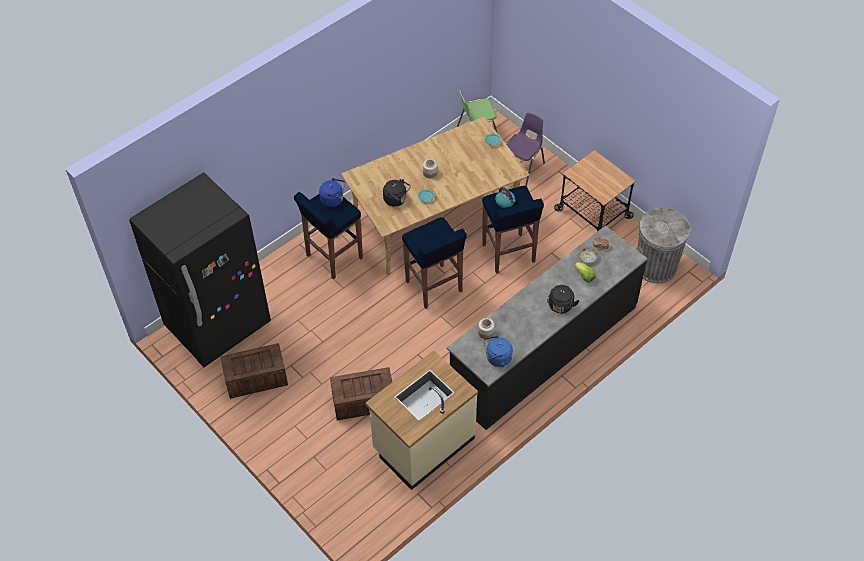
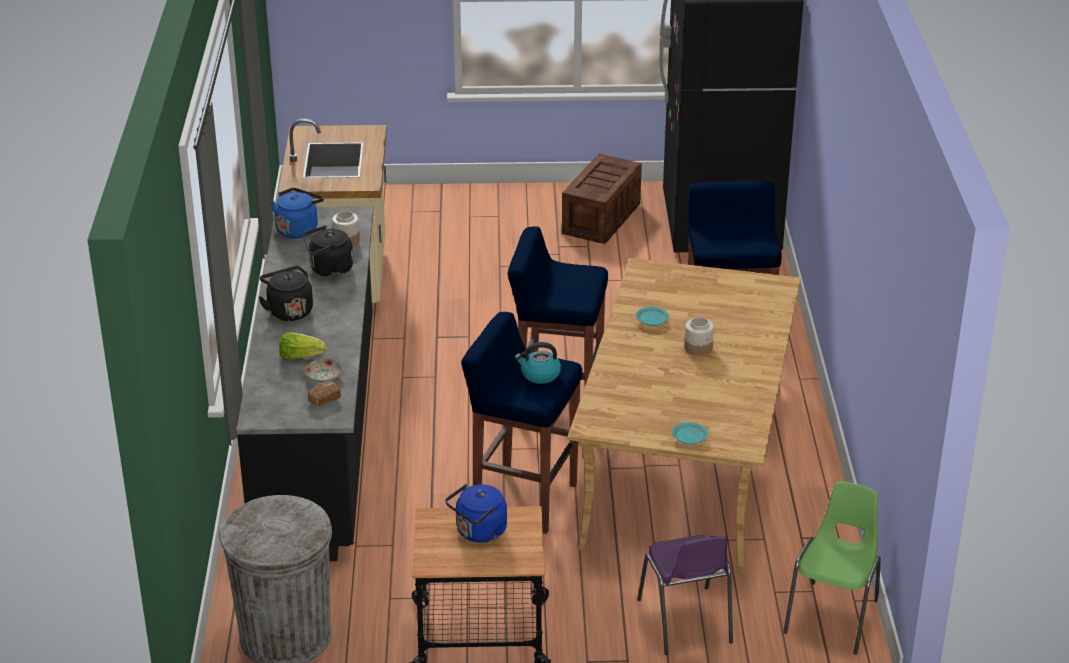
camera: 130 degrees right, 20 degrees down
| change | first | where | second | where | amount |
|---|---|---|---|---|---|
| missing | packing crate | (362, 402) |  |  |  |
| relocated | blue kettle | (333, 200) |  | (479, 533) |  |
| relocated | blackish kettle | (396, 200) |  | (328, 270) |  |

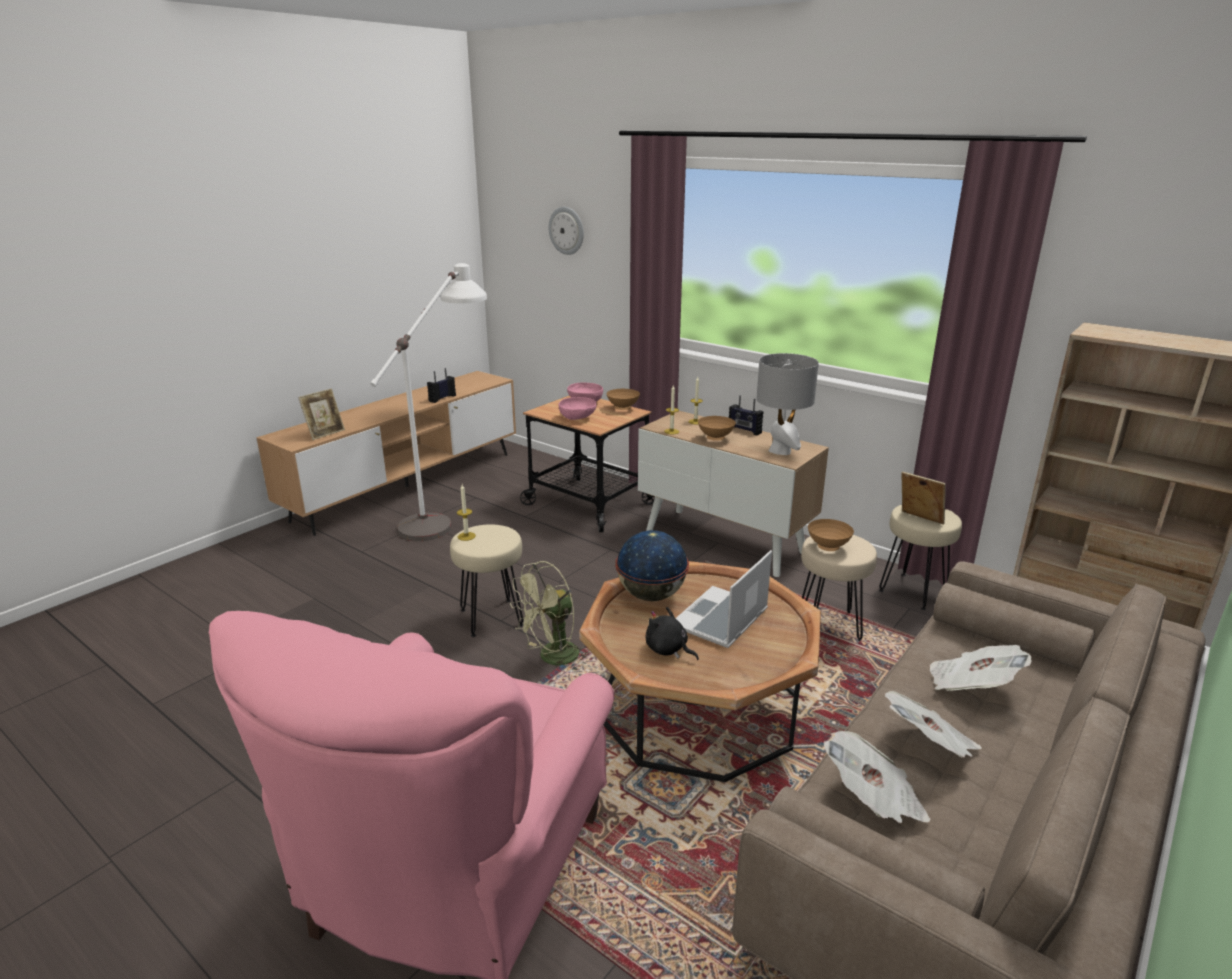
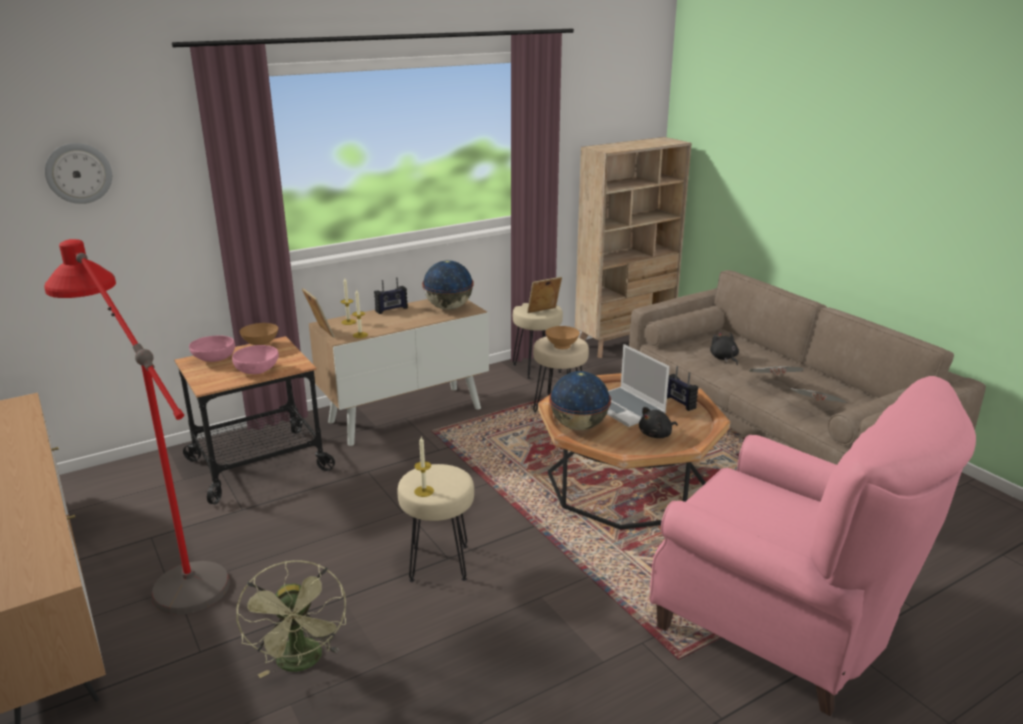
camera: 70 degrees left, 0 degrees up
| change | first | where | second | where | amount |
|---|---|---|---|---|---|
| missing | brown serving bowl | (716, 439) |  |  |  |
| relocated | picture frame | (325, 433) |  | (320, 332) |  |
| relocated | radio set | (442, 398) |  | (679, 403) |  |
| relocated | green-coloured fan | (552, 659) |  | (302, 663) |  |
| exchanged | greyish tabletop lamp | (780, 451) | globe | (448, 308) |  |
| exchanged | daily paper | (971, 686) | blackish cuddly toy | (724, 358) |  |
| colour | whitish standing lamp | (448, 512) | reddish standing lamp | (168, 564) |  |

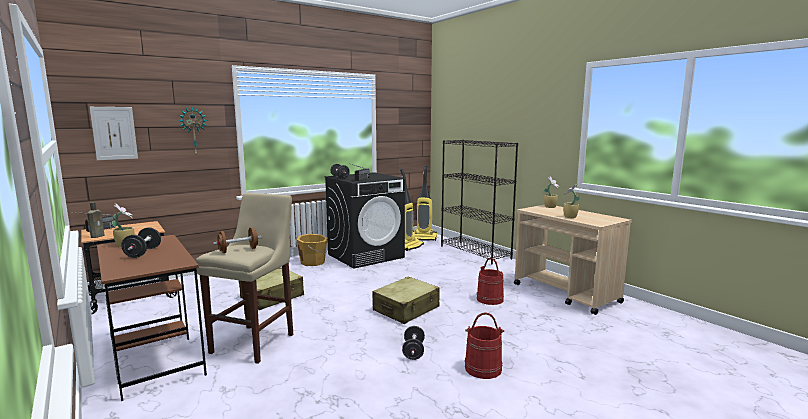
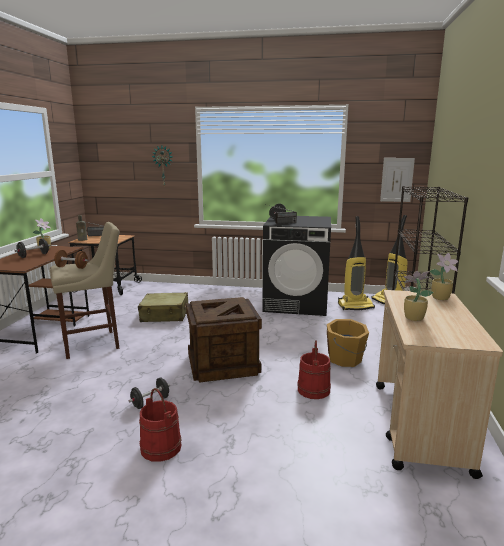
camera: 45 degrees right, 5 degrees up
| change | first | where | second | where | amount |
|---|---|---|---|---|---|
| relocated | wall picture | (114, 133) |  | (397, 180) |  |
| relocated | orangey pail | (313, 262) |  | (345, 359) |  |
| exchanged | beige-coloured suitcase | (406, 309) | packing crate | (223, 364) |  |

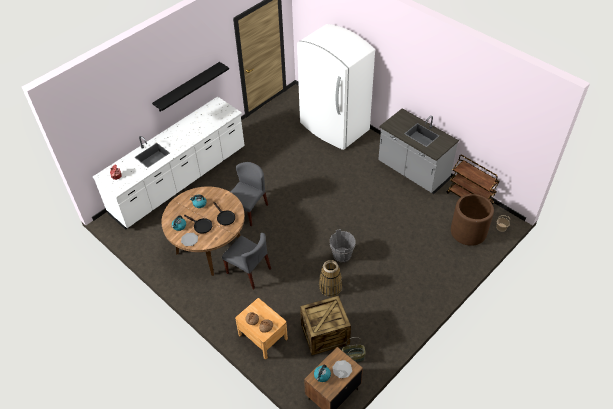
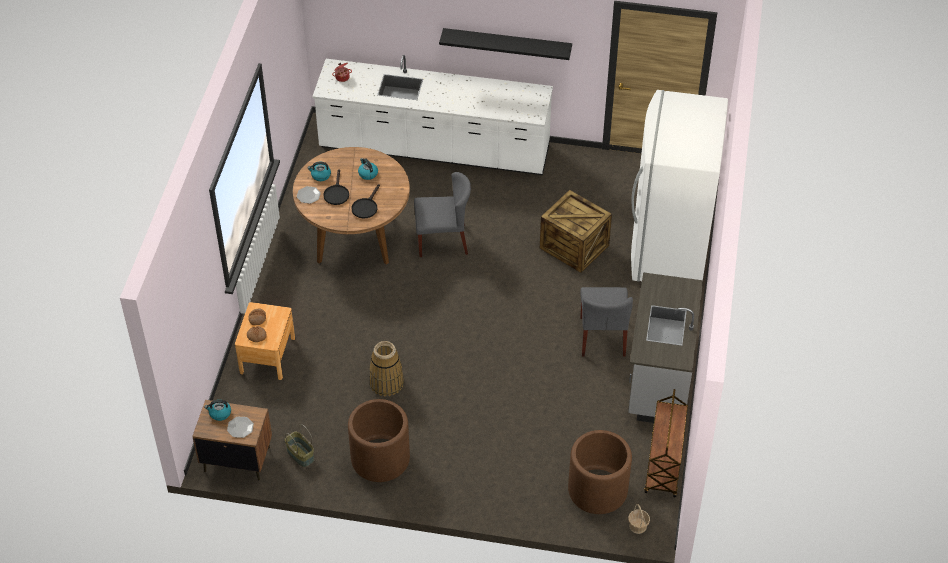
camera: 55 degrees right, 0 degrees up
| change | first | where | second | where | amount |
|---|---|---|---|---|---|
| missing | greyish pail | (342, 255) |  |  |  |
| appeared |  |  | brown flower pot | (380, 458) |  |
| relocated | greyish upright chair | (249, 271) |  | (602, 337) |  |
| relocated | packing crate | (325, 333) |  | (575, 246) |  |

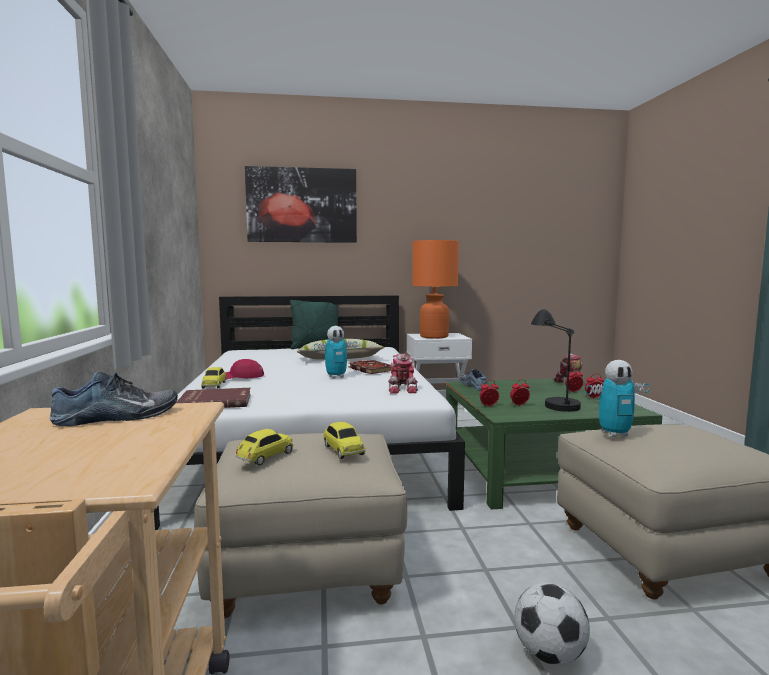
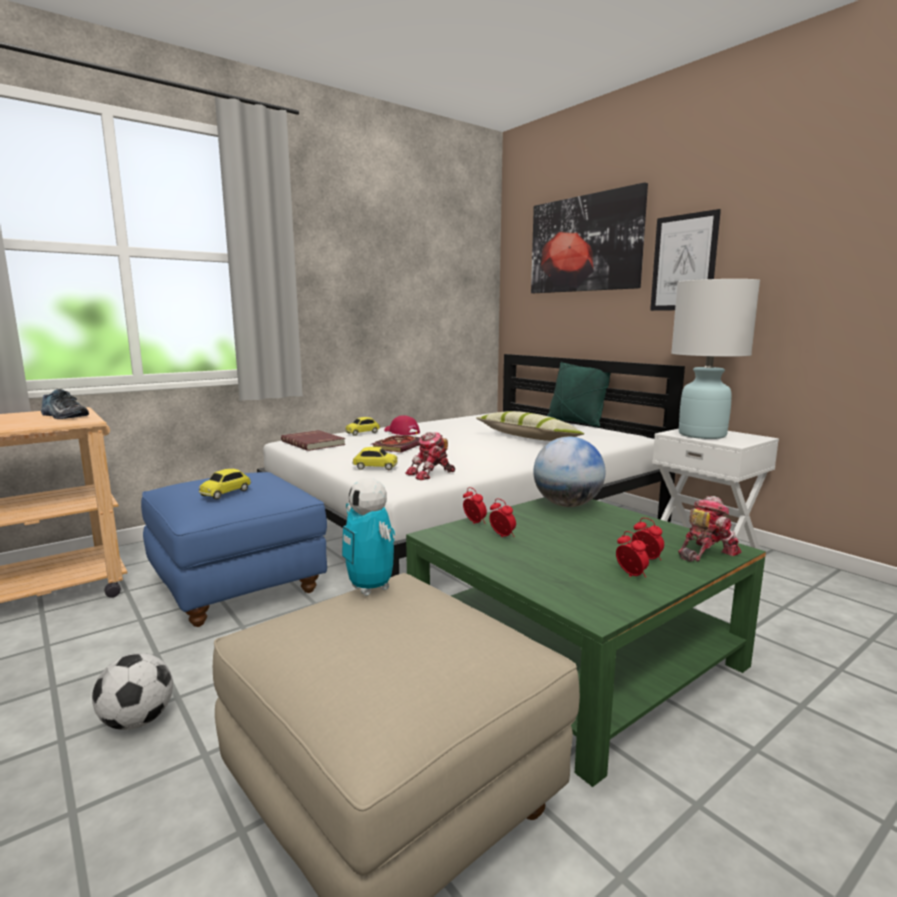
camera: 60 degrees right, 5 degrees up
| change | first | where | second | where | amount |
|---|---|---|---|---|---|
| missing | model robot | (336, 377) |  |  |  |
| missing | blackish tabletop lamp | (552, 399) |  |  |  |
| appeared |  |  | wall picture | (684, 263) |  |
| relocated | toy car | (265, 457) |  | (375, 467) |  |
| relocated | bound book | (370, 369) |  | (398, 446) |  |
| exchanged | item of footwear | (475, 386) | globe | (567, 505) |  |
| colour | beige-coloured footrest | (308, 567) | blue footrest | (238, 585) |  |
| colour | orangey tabletop lamp | (434, 336) | whitish tabletop lamp | (701, 435) |  |

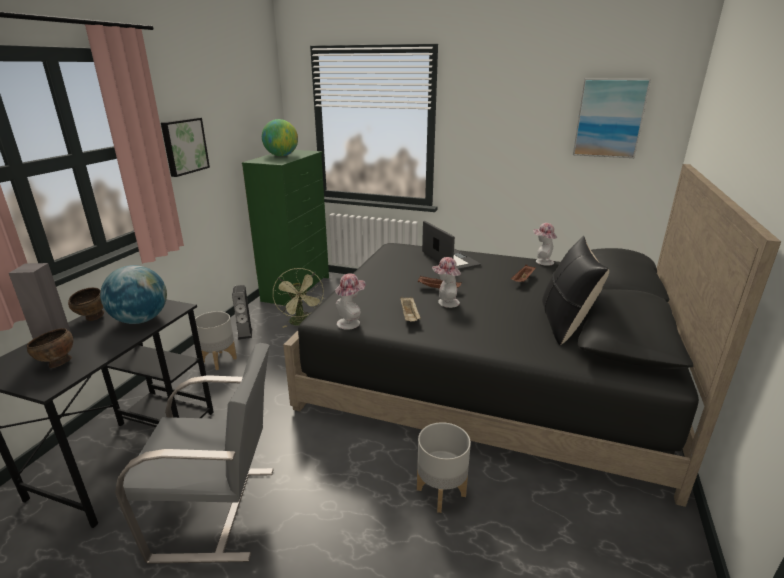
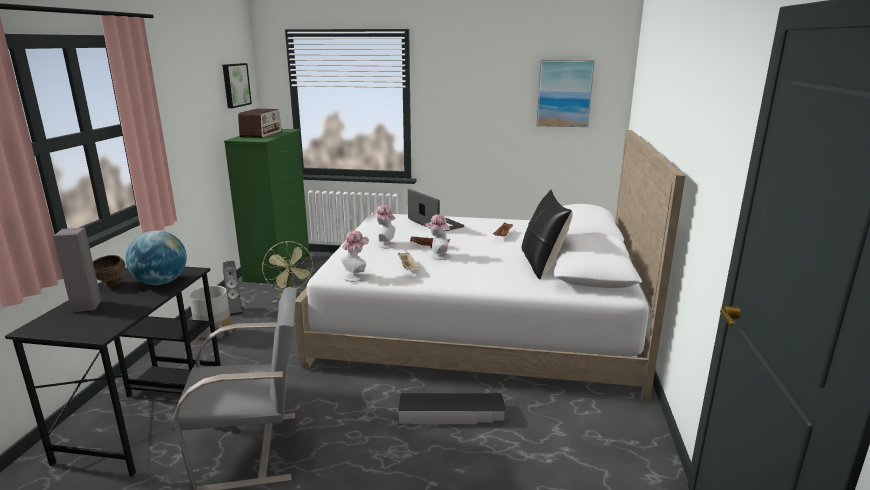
camera: 10 degrees left, 5 degrees down
| change | first | where | second | where | amount |
|---|---|---|---|---|---|
| missing | brown serving bowl | (57, 364) |  |  |  |
| relocated | wall picture | (184, 146) |  | (235, 85) |  |
| relocated | wearable hat | (542, 261) |  | (385, 245) |  |
| exchanged | globe | (281, 156) | radio set | (261, 134) |  |
| exchanged | greyish flower pot | (441, 492) | blackish storage container | (451, 414) |  |
| colour | blackish bed | (487, 374) | whitish bed | (478, 325) |  |

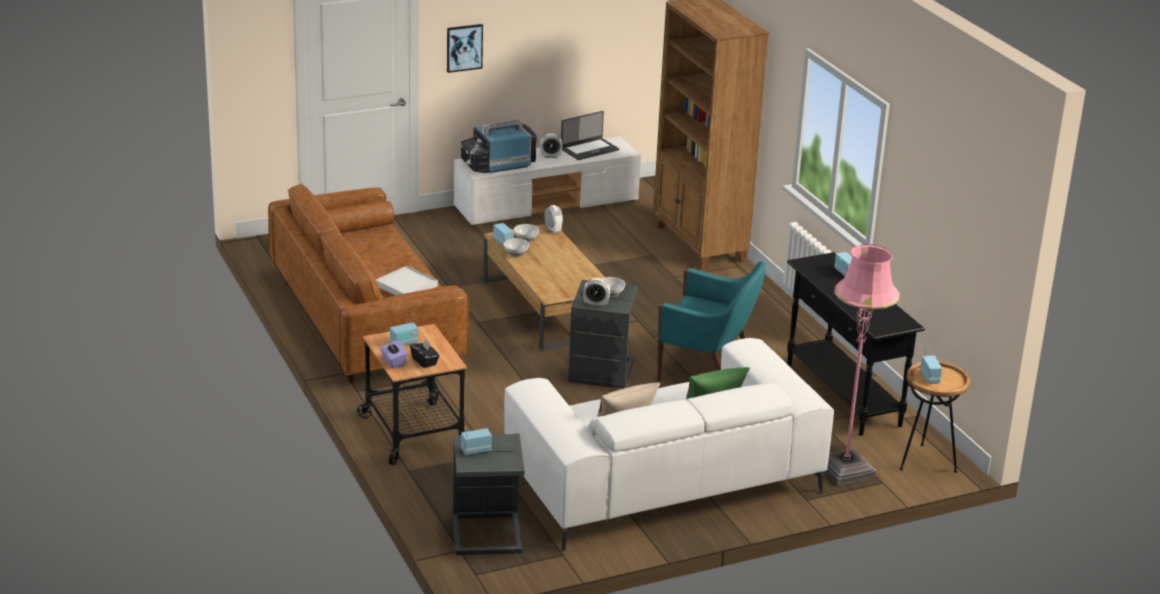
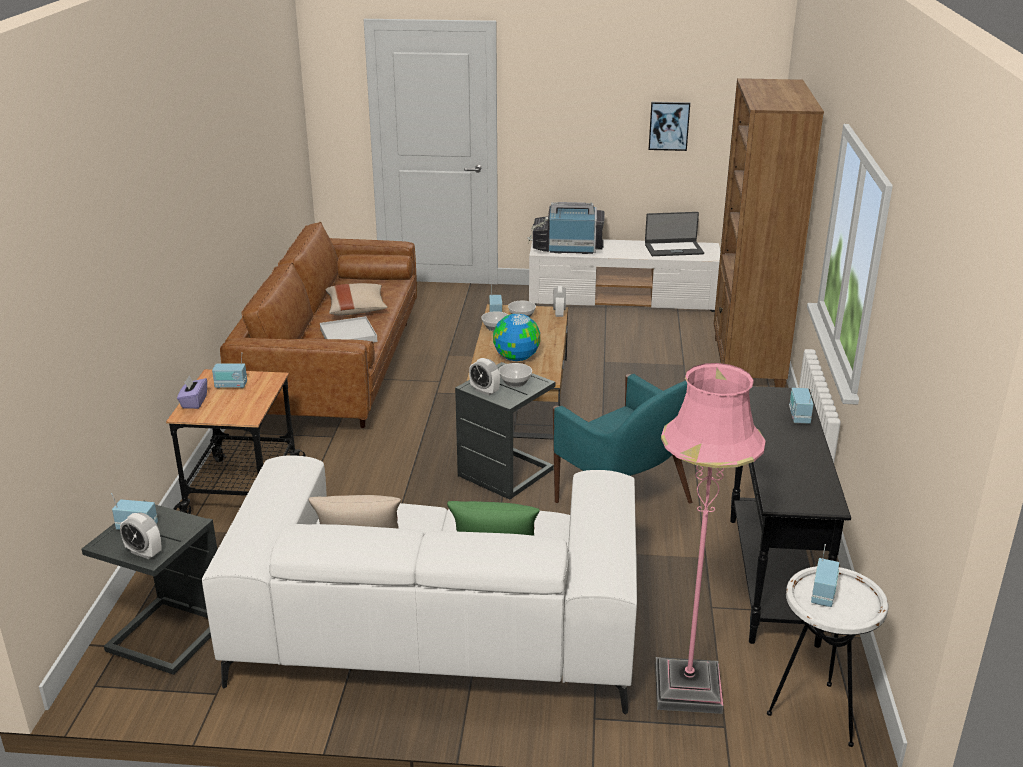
camera: 30 degrees right, 0 degrees up
| change | first | where | second | where | amount |
|---|---|---|---|---|---|
| missing | blackish tissue holder | (424, 361) |  |  |  |
| appeared |  |  | beige-coloured throw pillow | (356, 309) |  |
| appeared |  |  | globe | (516, 358) |  |
| relocated | wall picture | (464, 47) |  | (669, 125) |  |
| relocated | table clock | (550, 156) |  | (144, 552) |  |
| colour | brown accent table | (926, 462) | whitish accent table | (816, 713) |  |

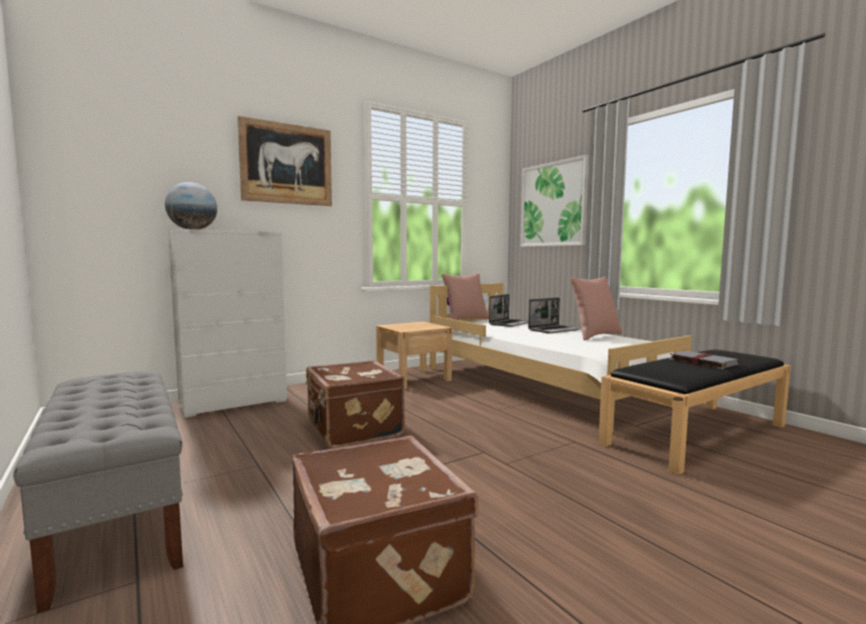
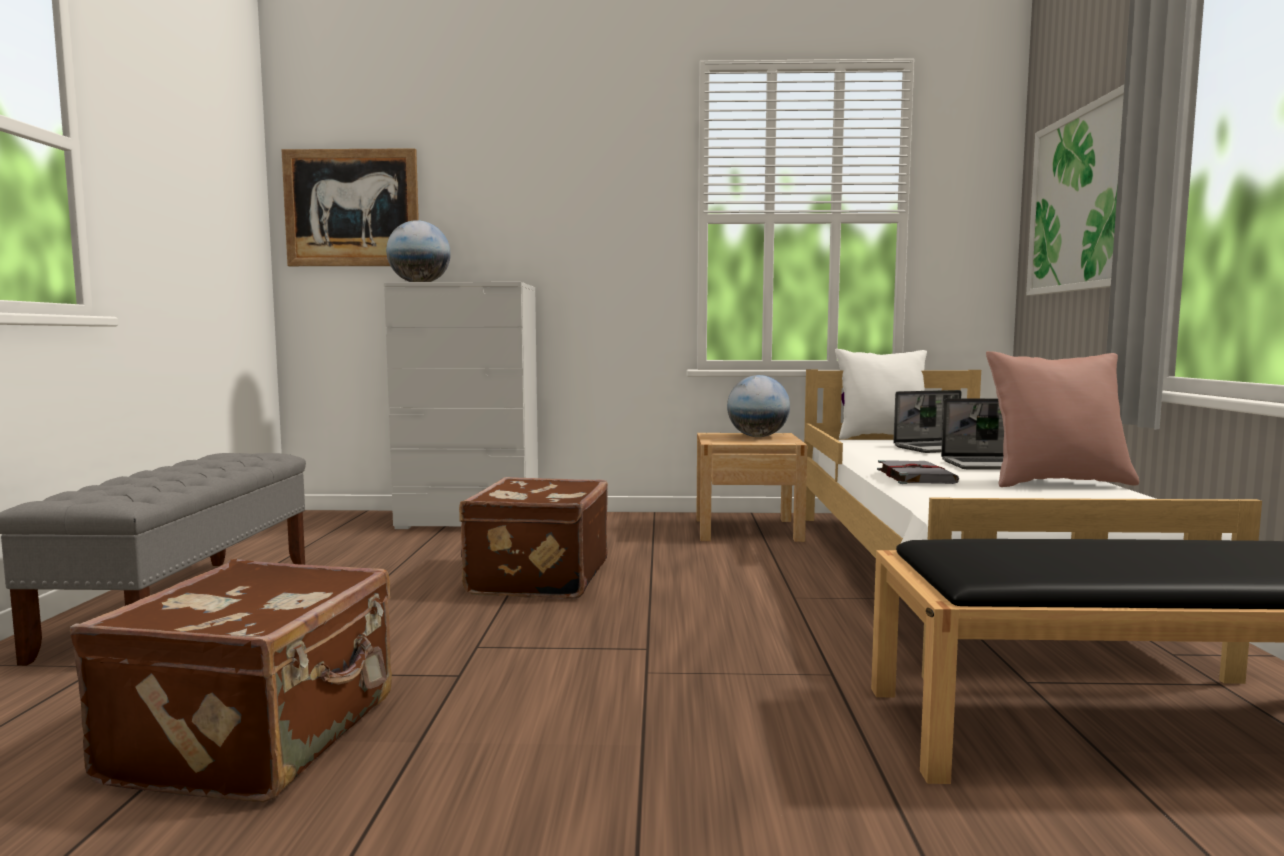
camera: 35 degrees right, 0 degrees up
| change | first | where | second | where | amount |
|---|---|---|---|---|---|
| appeared |  |  | globe | (757, 437) |  |
| relocated | wall picture | (287, 164) |  | (352, 208) |  |
| relocated | greyish bound book | (702, 361) |  | (914, 476) |  |
| colour | pinkish throw pillow | (465, 320) | whitish throw pillow | (882, 437) |  |

